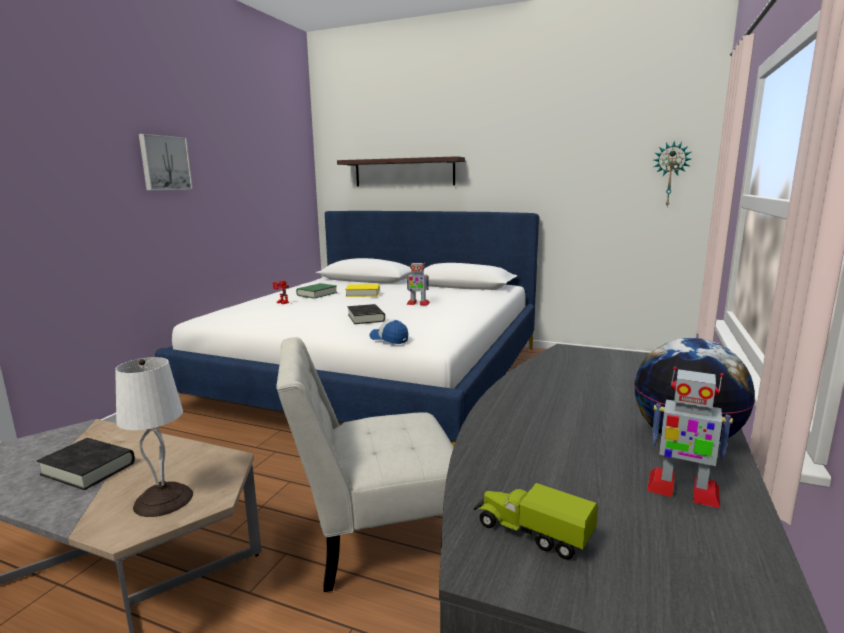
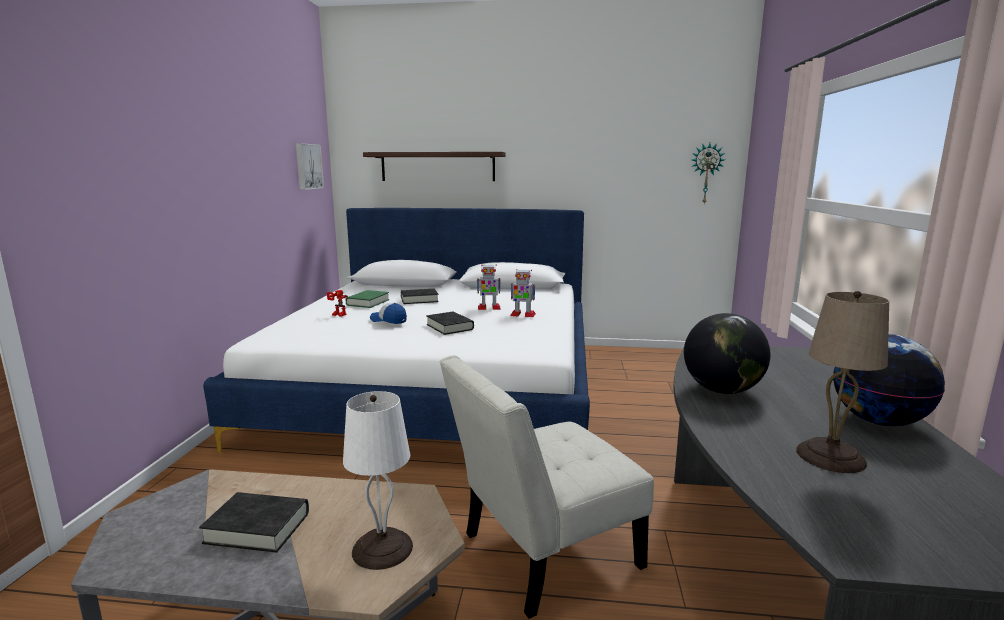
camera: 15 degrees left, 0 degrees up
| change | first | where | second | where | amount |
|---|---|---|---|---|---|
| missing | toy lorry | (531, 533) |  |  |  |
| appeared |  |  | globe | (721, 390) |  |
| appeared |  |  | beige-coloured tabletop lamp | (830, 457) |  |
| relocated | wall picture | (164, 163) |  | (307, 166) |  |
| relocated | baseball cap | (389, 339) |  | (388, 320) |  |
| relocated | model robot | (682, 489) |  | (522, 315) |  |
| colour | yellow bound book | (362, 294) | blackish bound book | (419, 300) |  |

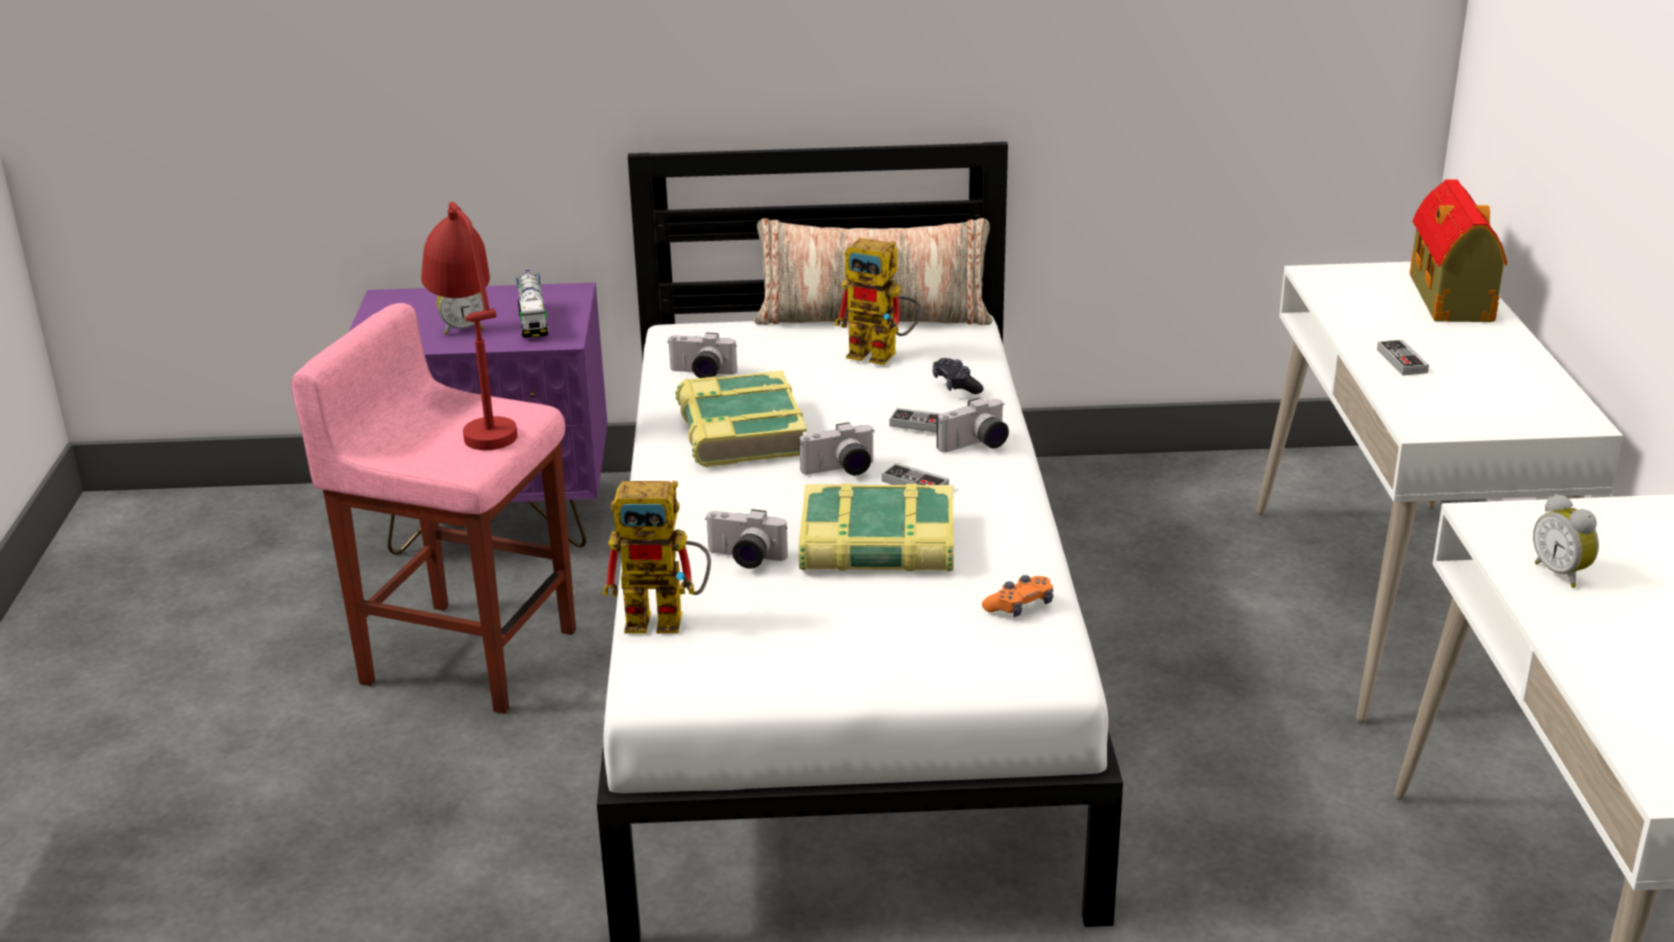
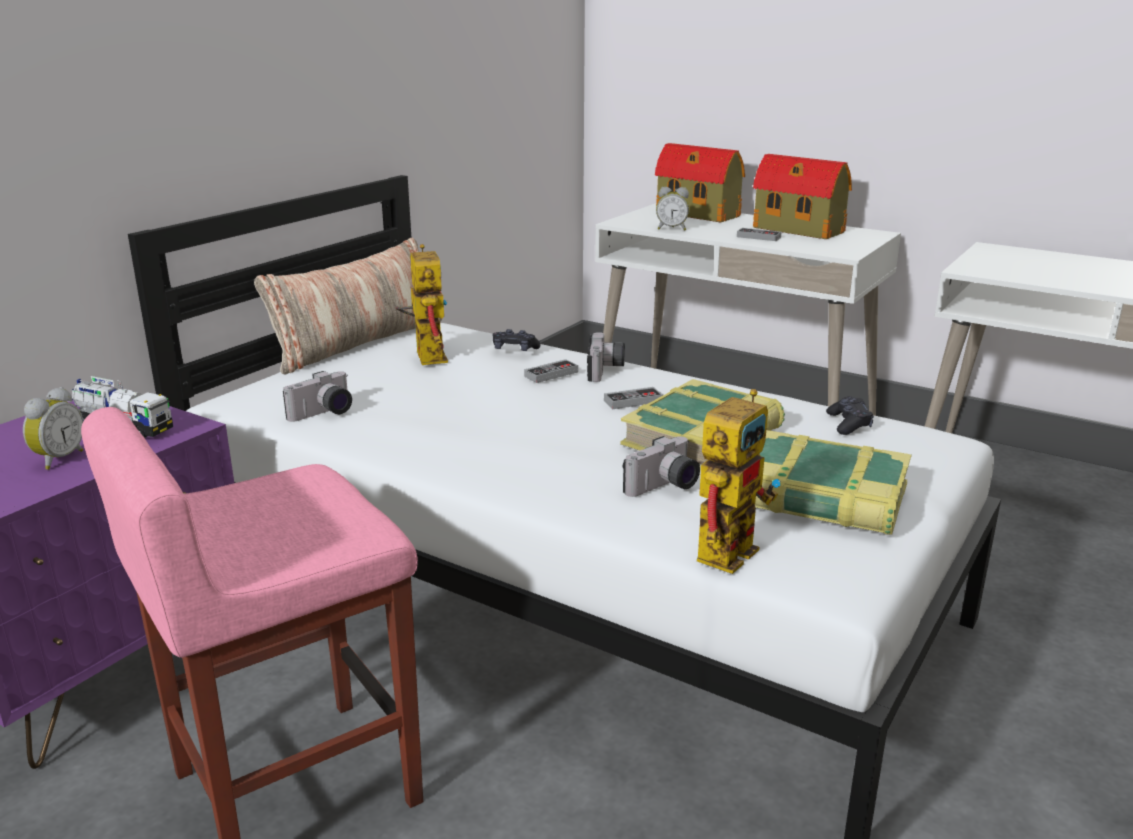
camera: 55 degrees left, 5 degrees down
| change | first | where | second | where | amount |
|---|---|---|---|---|---|
| missing | reddish tabletop lamp | (478, 413) |  |  |  |
| missing | still camera | (841, 471) |  |  |  |
| appeared |  |  | toy house | (800, 230) |  |
| relocated | bound book | (739, 432) |  | (820, 497) |  |
| relocated | table clock | (1562, 573) |  | (672, 229) |  |
| colour | orangey gamepad | (1020, 606) | blackish gamepad | (849, 424) |  |
| spun | model robot | (883, 355) |  | (426, 355) | 75 degrees counterclockwise |

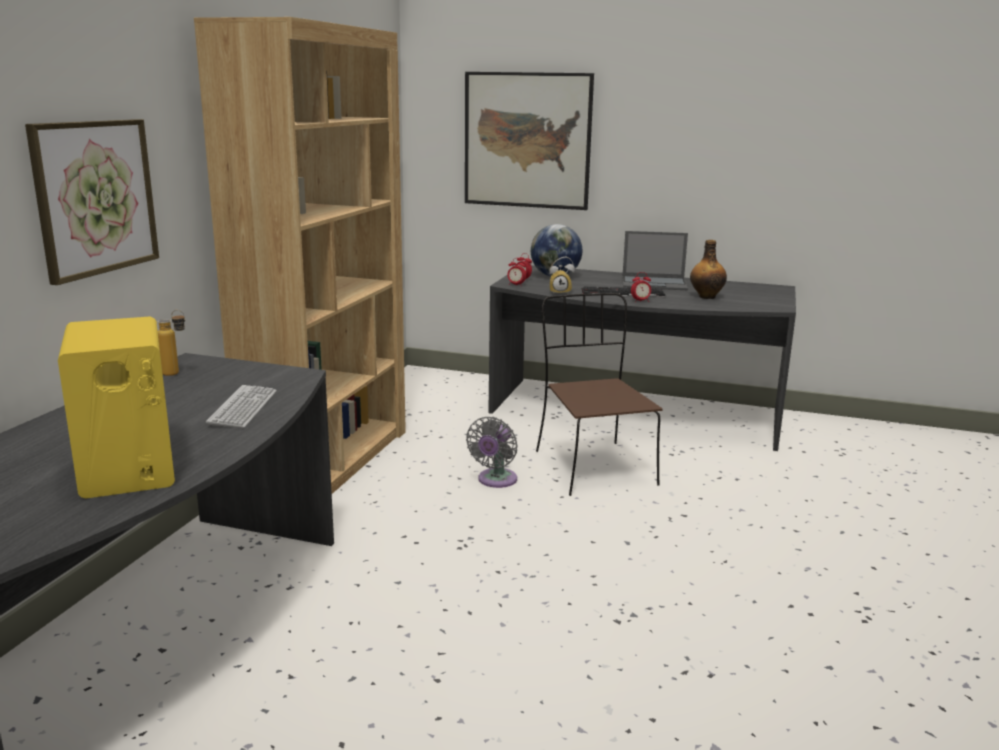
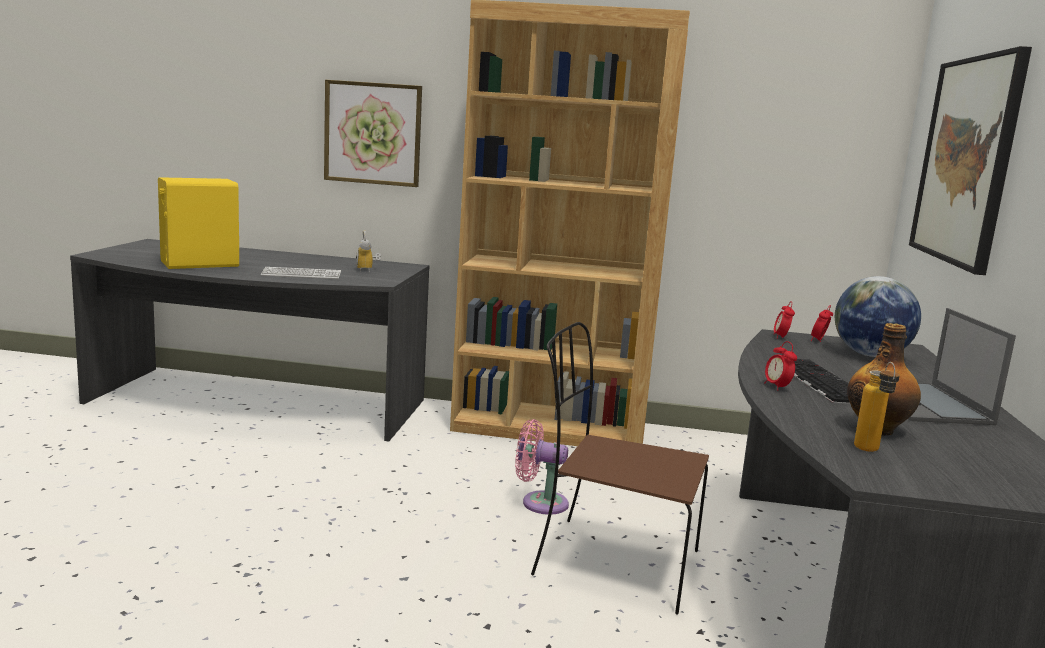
camera: 80 degrees right, 5 degrees down
| change | first | where | second | where | amount |
|---|---|---|---|---|---|
| relocated | bottle | (176, 374) |  | (870, 451) |  |
| relocated | table clock | (560, 293) |  | (368, 270) |  |
| colour | greyish fan | (495, 481) | pinkish fan | (540, 502) |  |
| spun | brown upright chair | (593, 467) |  | (612, 563) | 135 degrees counterclockwise |

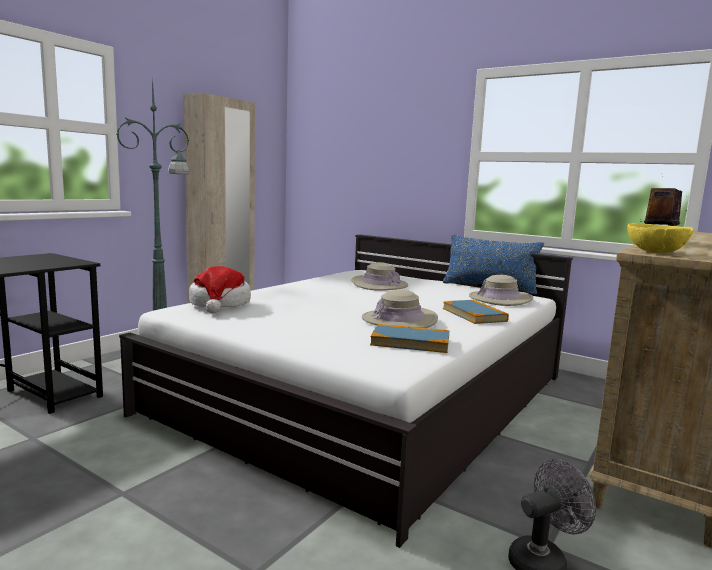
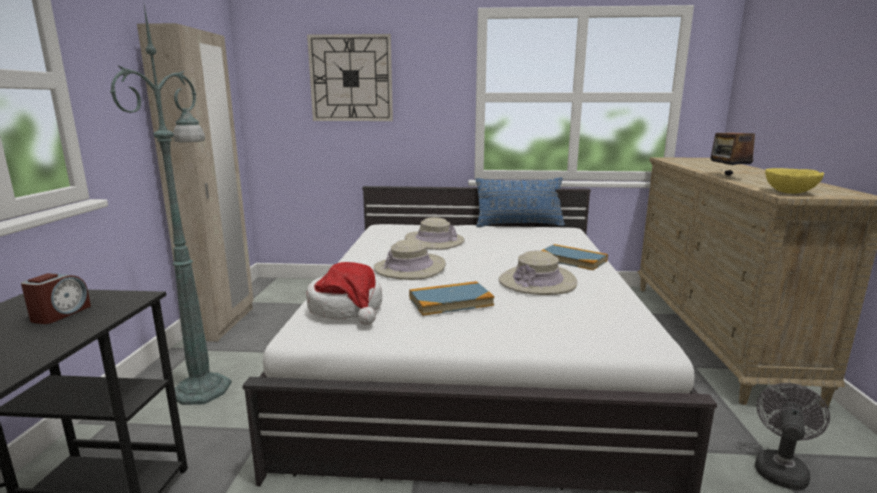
camera: 30 degrees left, 5 degrees up
| change | first | where | second | where | amount |
|---|---|---|---|---|---|
| appeared |  |  | table clock | (60, 314) |  |
| appeared |  |  | hanging clock | (351, 78) |  |
| relocated | bound book | (410, 342) |  | (450, 301) |  |
| relocated | beige-coloured wearable hat | (500, 299) |  | (410, 268) |  |

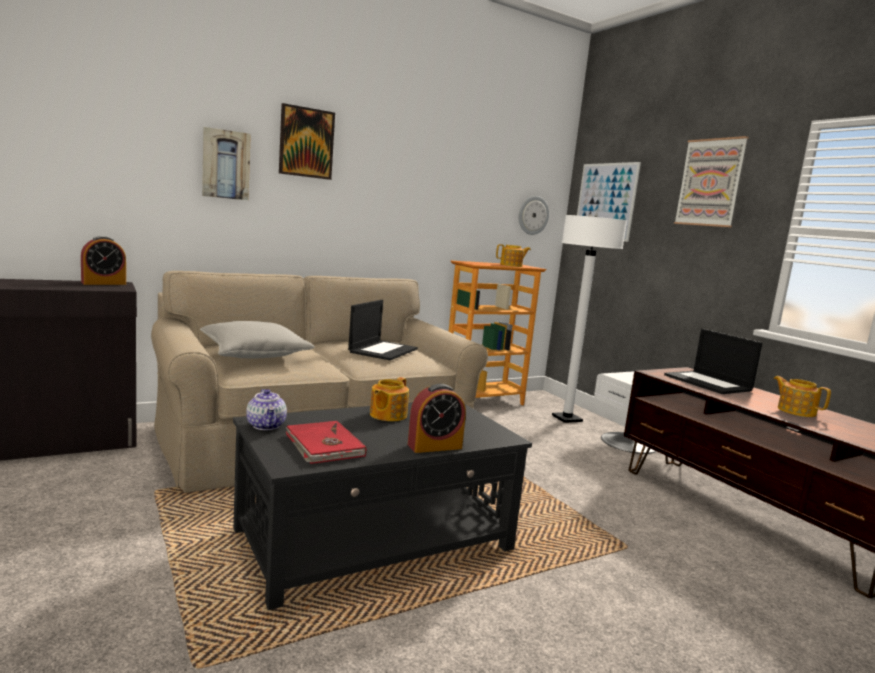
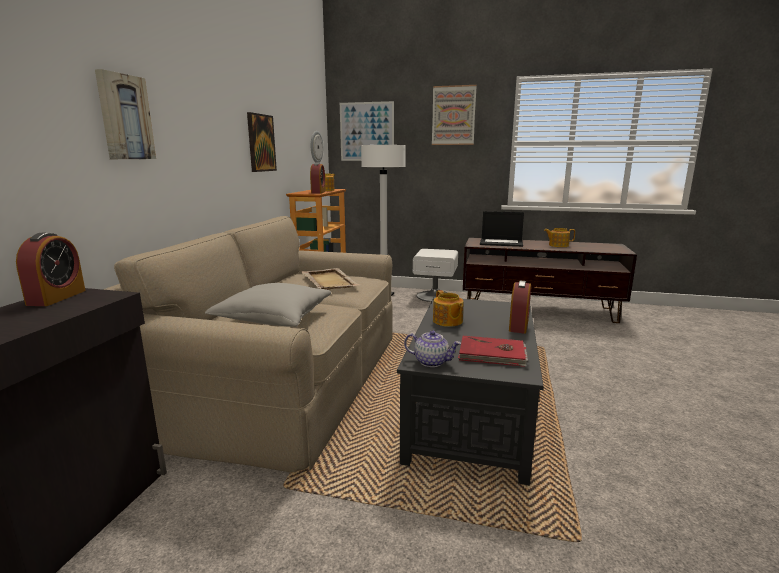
camera: 45 degrees left, 5 degrees up
| change | first | where | second | where | amount |
|---|---|---|---|---|---|
| appeared |  |  | table clock | (318, 192) |  |
| relocated | wall picture | (306, 142) |  | (261, 143) |  |
| exchanged | notebook computer | (383, 350) | beige-coloured tray | (329, 281) |  |

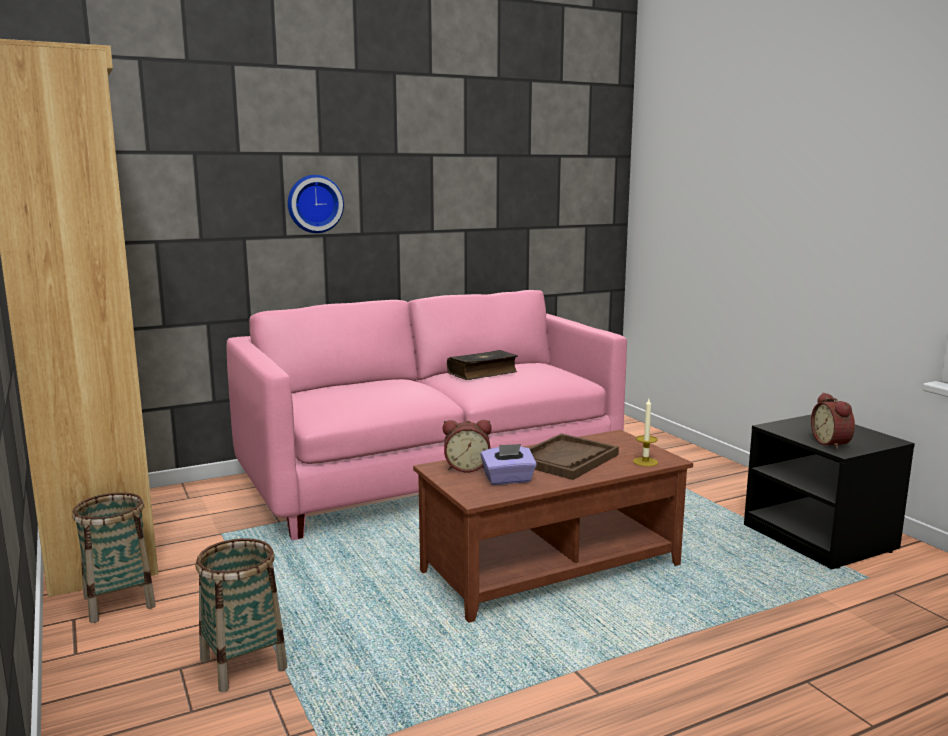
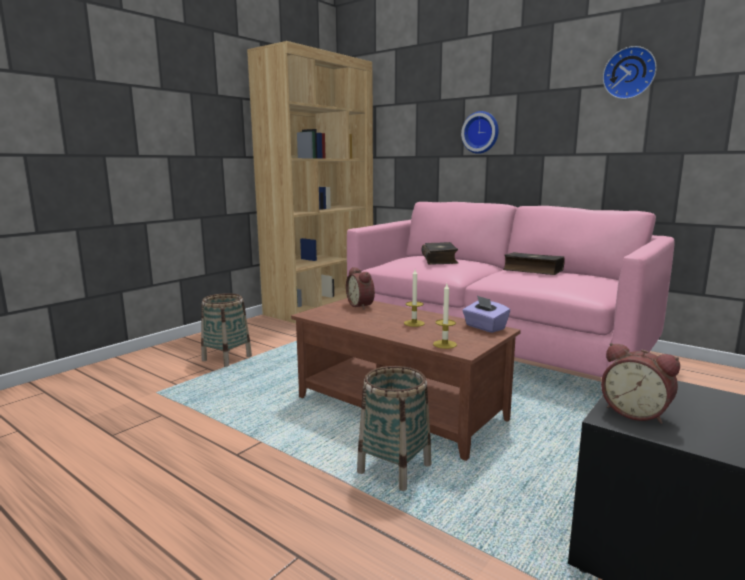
camera: 65 degrees right, 0 degrees up
| change | first | where | second | where | amount |
|---|---|---|---|---|---|
| appeared |  |  | bound book | (440, 260) |  |
| appeared |  |  | hanging clock | (629, 73) |  |
| relocated | basket | (119, 602) |  | (394, 468) |  |
| relocated | purple tissue holder | (508, 480) |  | (484, 327) |  |
| exchanged | brown tray | (566, 459) | wax candle | (414, 323) |  |
| spun | table clock | (832, 443) |  | (636, 412) | 105 degrees counterclockwise |

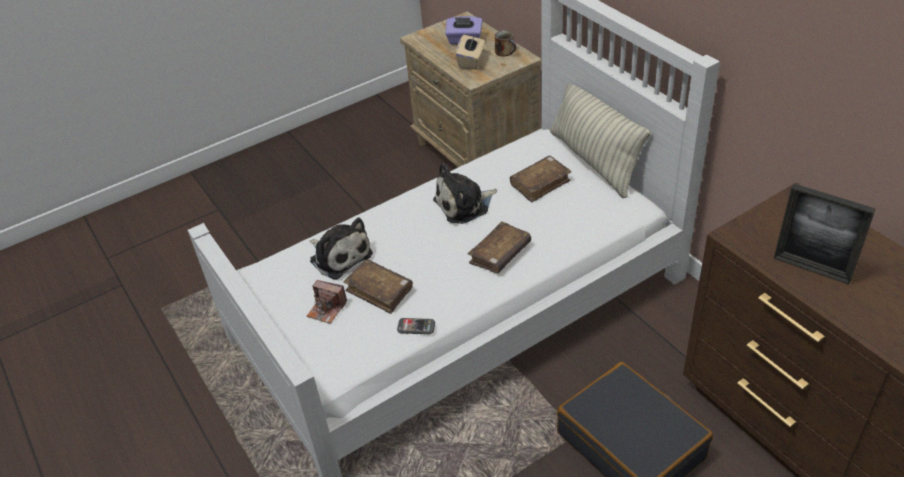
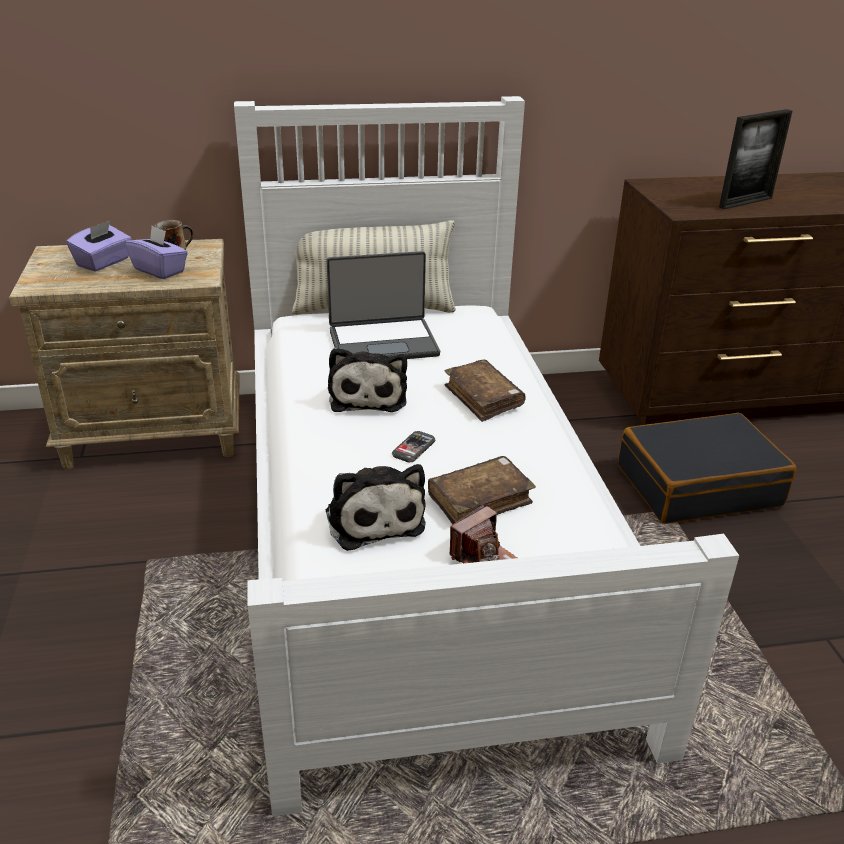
camera: 70 degrees left, 10 degrees down
| change | first | where | second | where | amount |
|---|---|---|---|---|---|
| relocated | handset | (416, 327) |  | (413, 448) |  |
| exchanged | brown bound book | (540, 184) | notebook computer | (383, 342) |  |
| colour | beige-coloured tissue holder | (471, 61) | purple tissue holder | (160, 270) |  |
| spun | cuddly toy | (339, 256) |  | (373, 518) | 90 degrees clockwise |

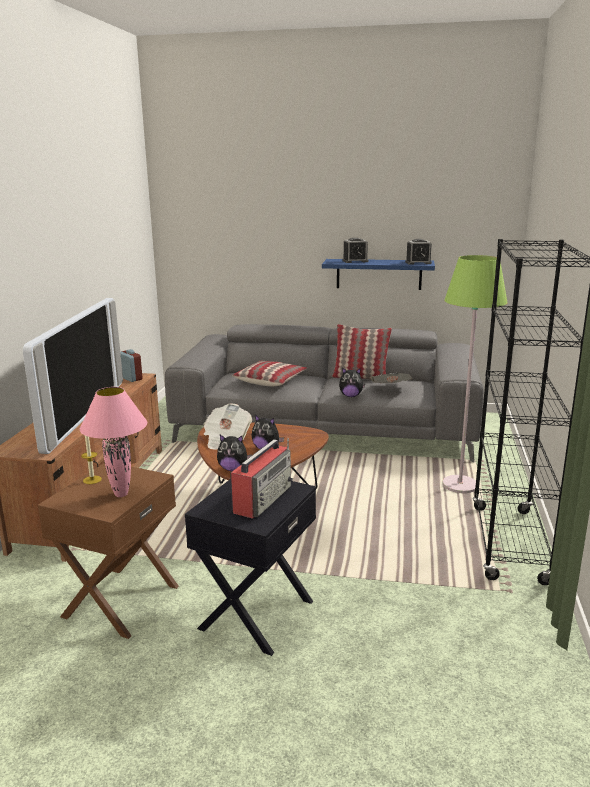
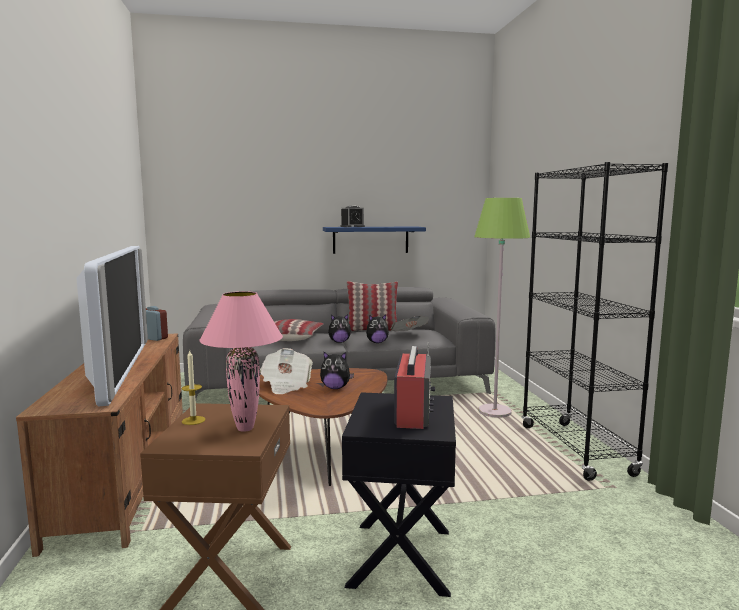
camera: 20 degrees left, 10 degrees down
| change | first | where | second | where | amount |
|---|---|---|---|---|---|
| missing | table clock | (418, 263) |  |  |  |
| relocated | cuddly toy | (233, 469) |  | (339, 342) |  |

